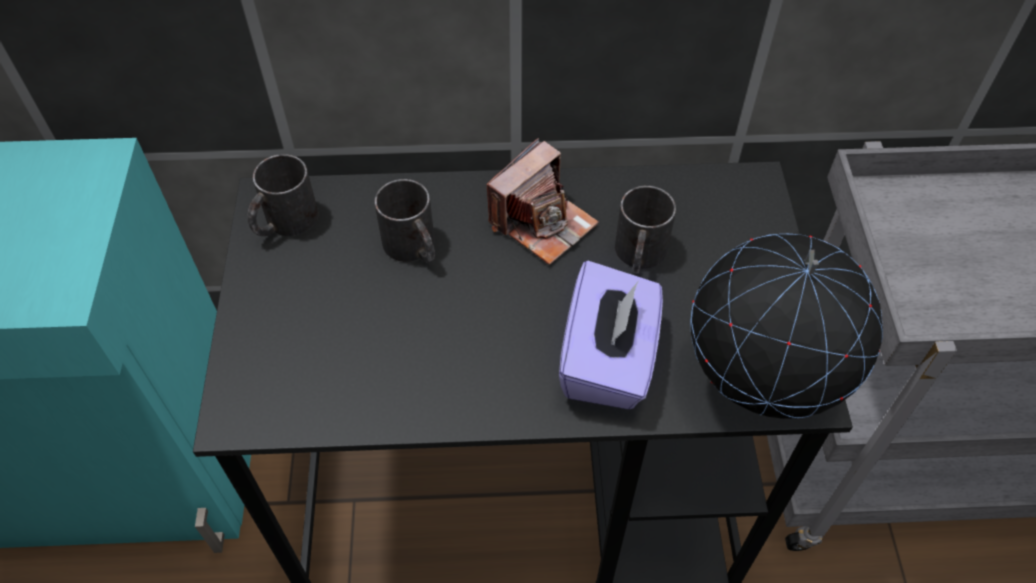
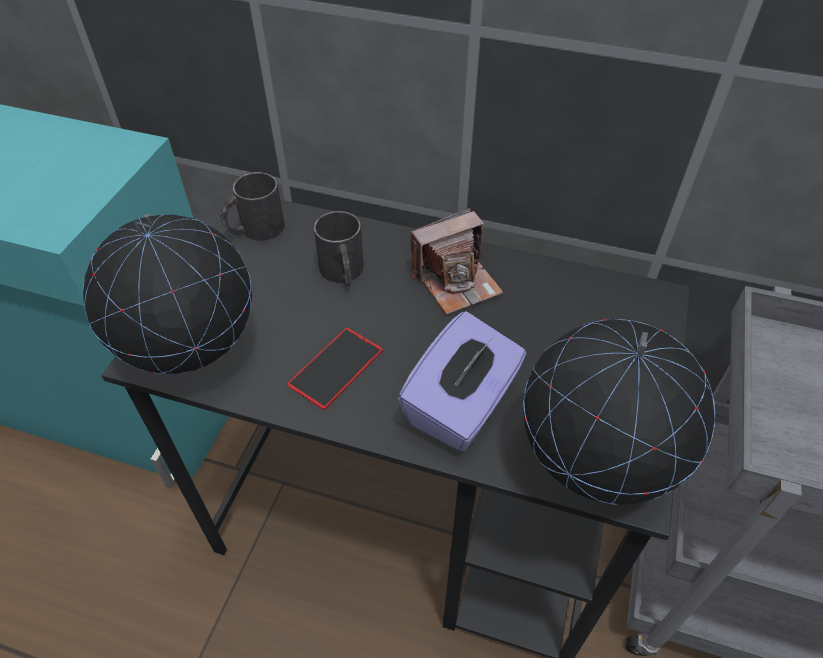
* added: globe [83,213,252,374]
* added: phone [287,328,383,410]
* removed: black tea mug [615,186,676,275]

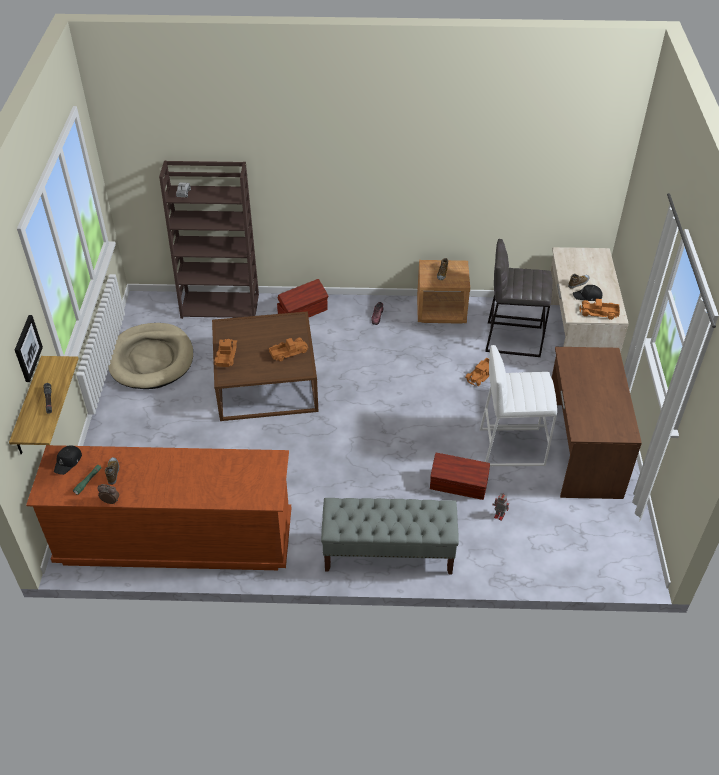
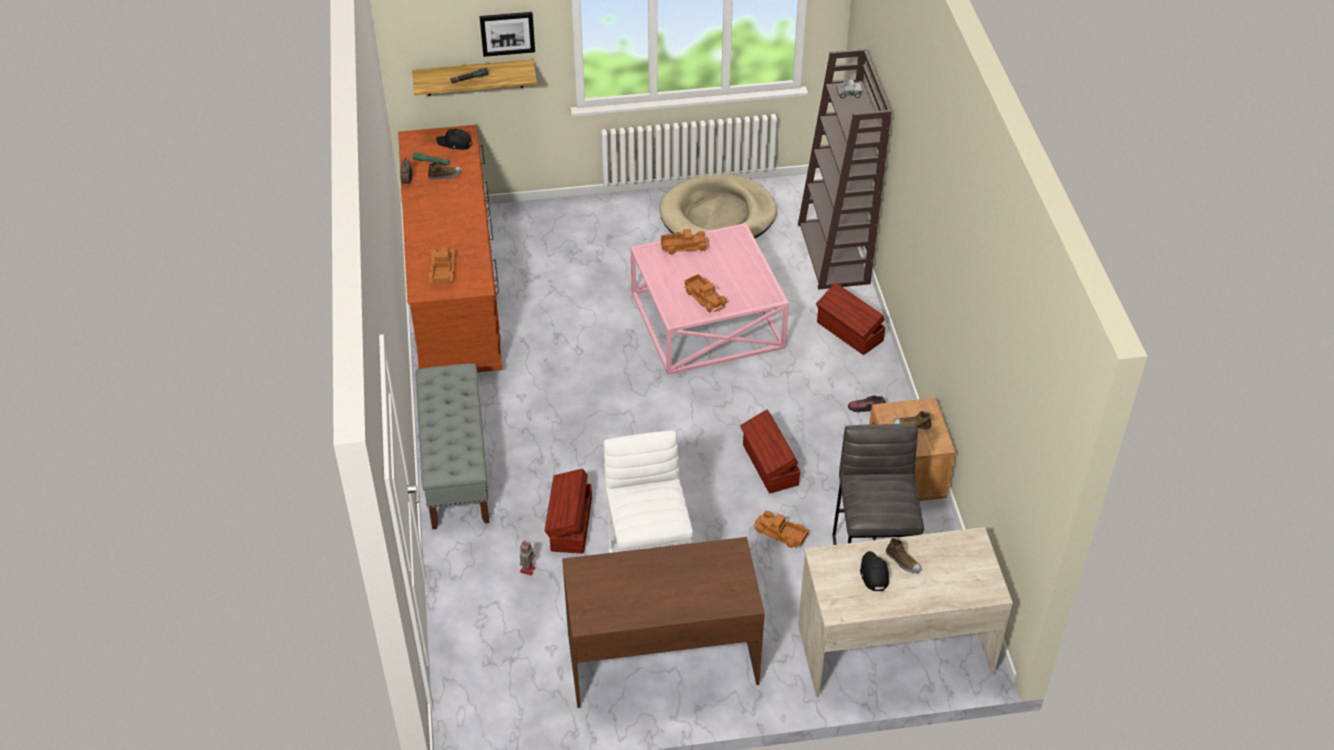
* moved: toy lorry [579,299,620,320] to [429,247,455,284]
* recoloured: brown low table [212,311,319,421] to pink low table [630,223,789,375]
* added: brown storage bin [740,410,800,494]

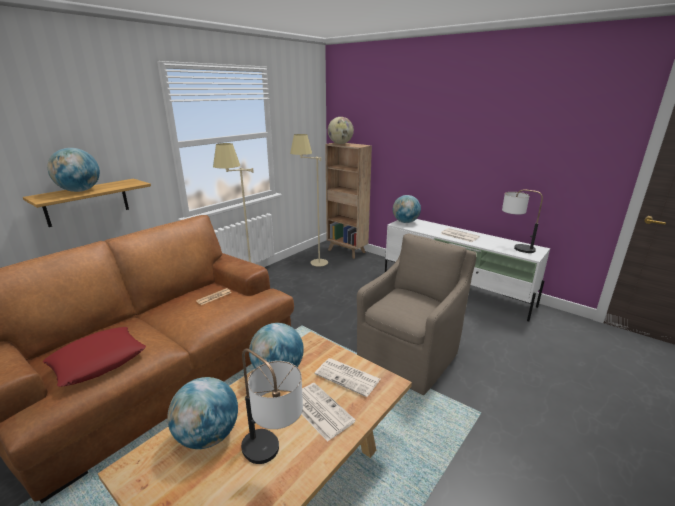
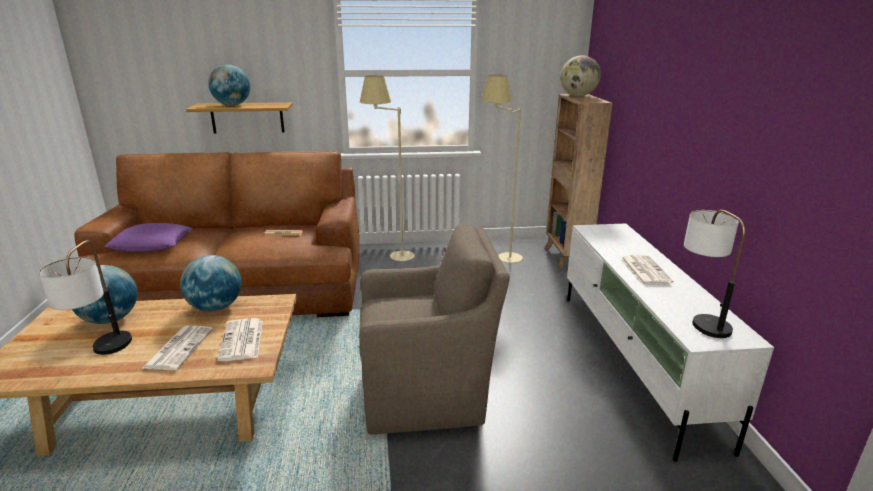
* recoloured: reddish throw pillow [43,327,146,387] to purple-coloured throw pillow [105,223,192,252]
* removed: globe [393,195,421,223]

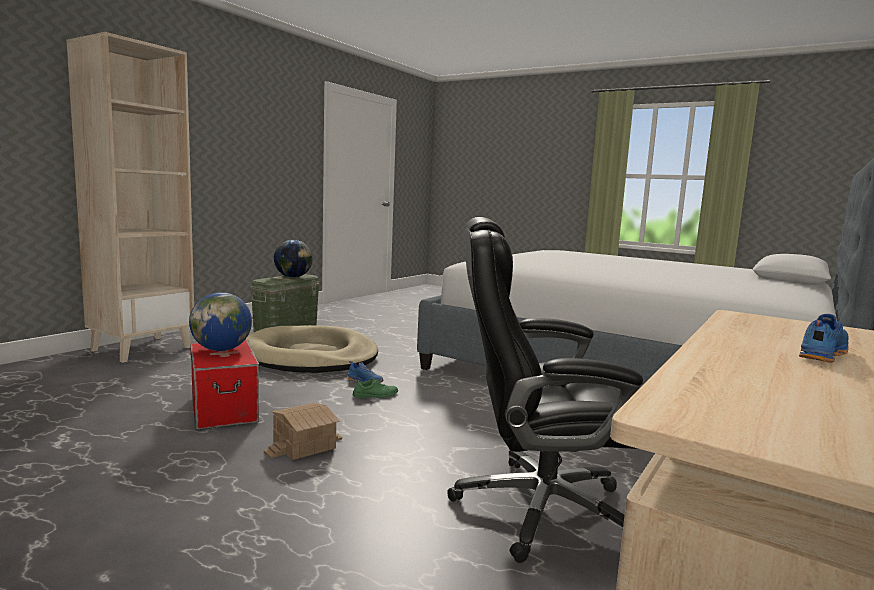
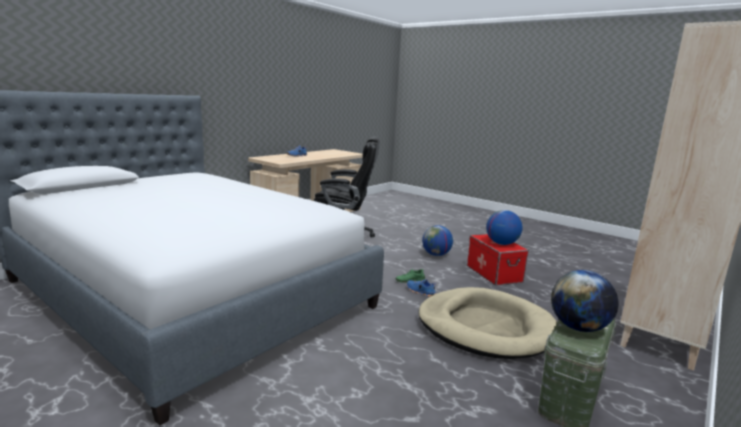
* replaced: toy house [264,403,342,460] to globe [422,225,453,256]

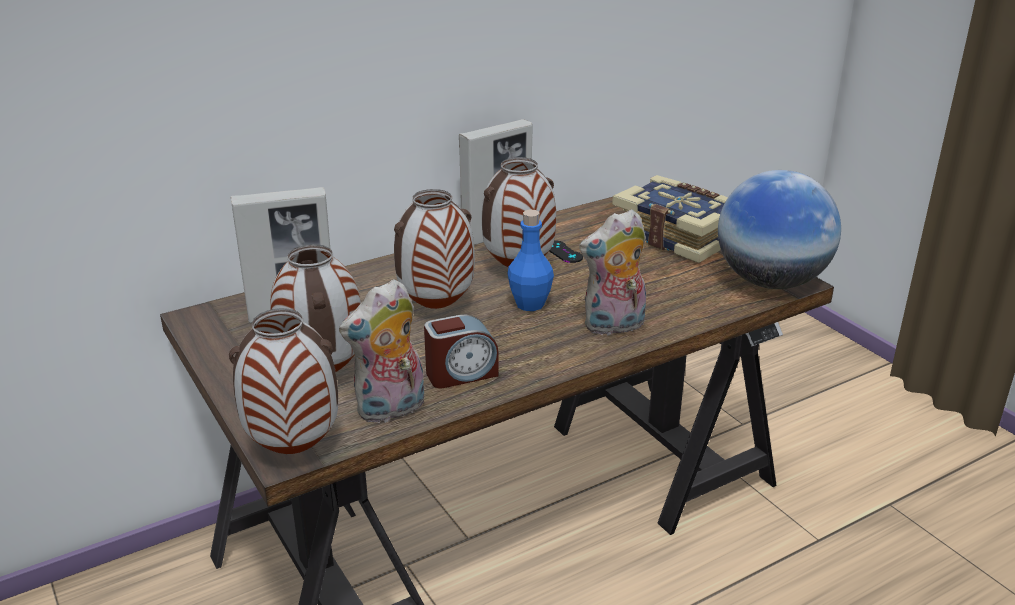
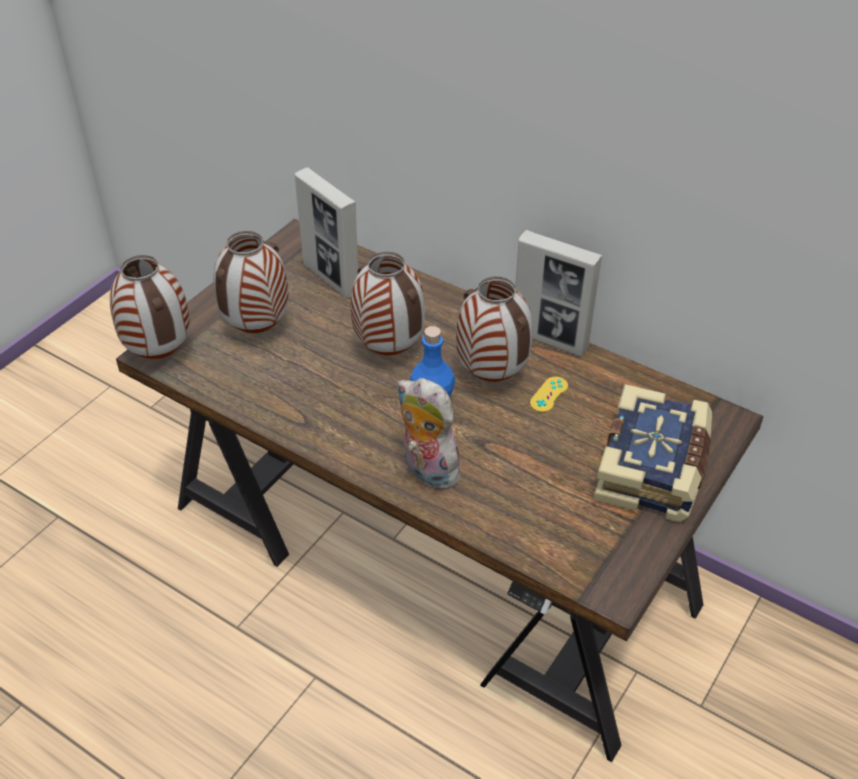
* recoloured: black joypad [549,240,583,263] to yellow-coloured joypad [530,377,568,412]
* removed: cuddly toy [339,279,424,424]
* removed: alarm clock [424,314,499,388]
* removed: globe [718,170,841,289]

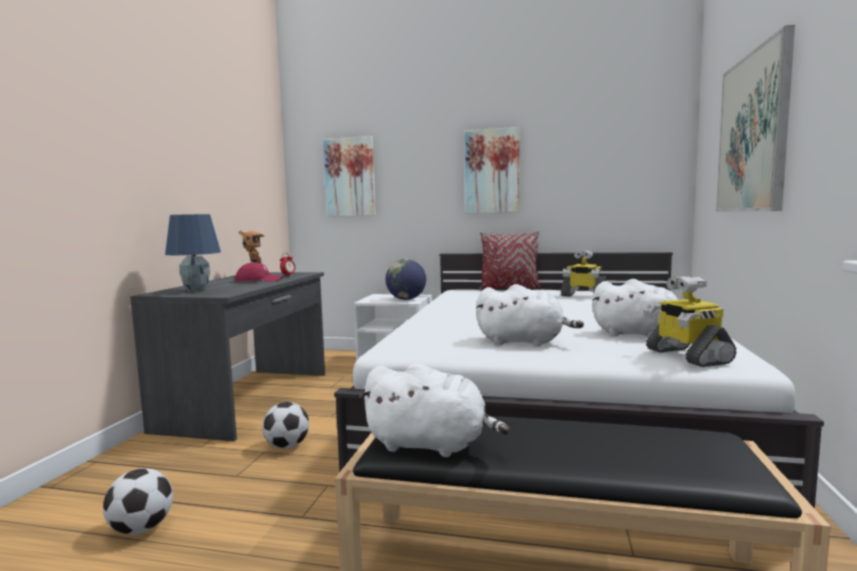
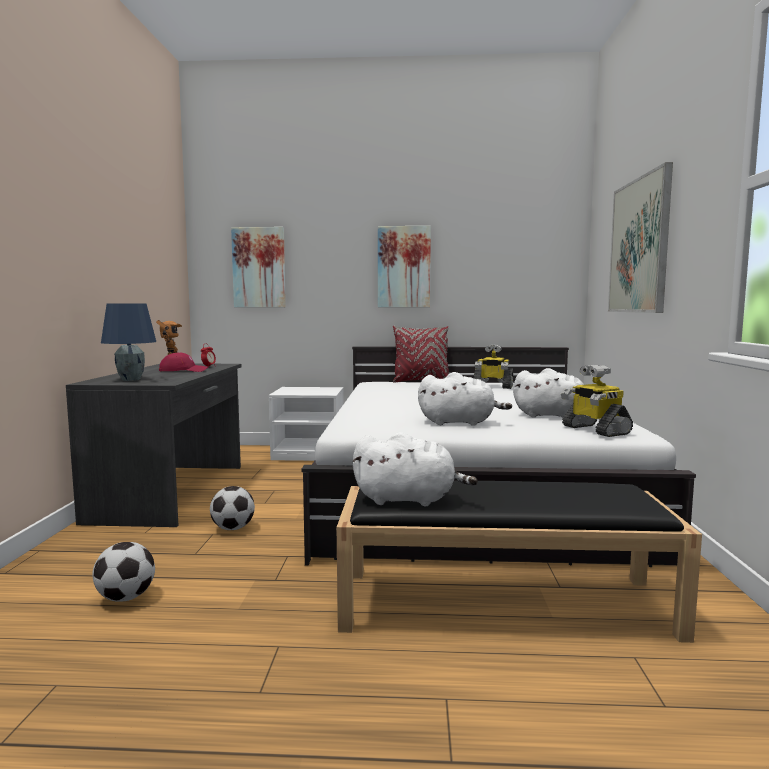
* removed: globe [385,259,426,300]

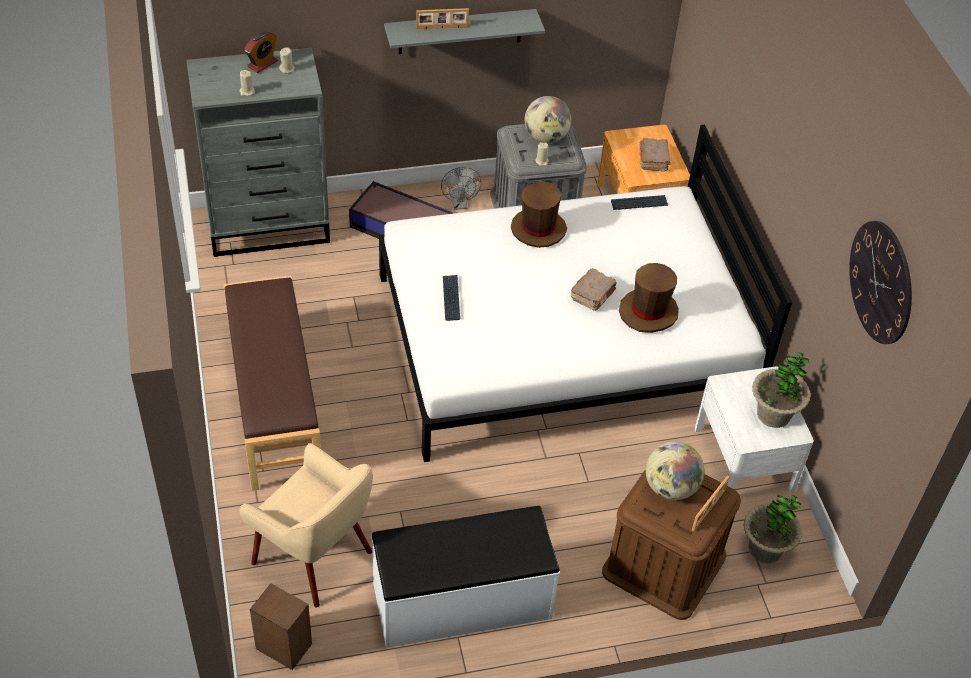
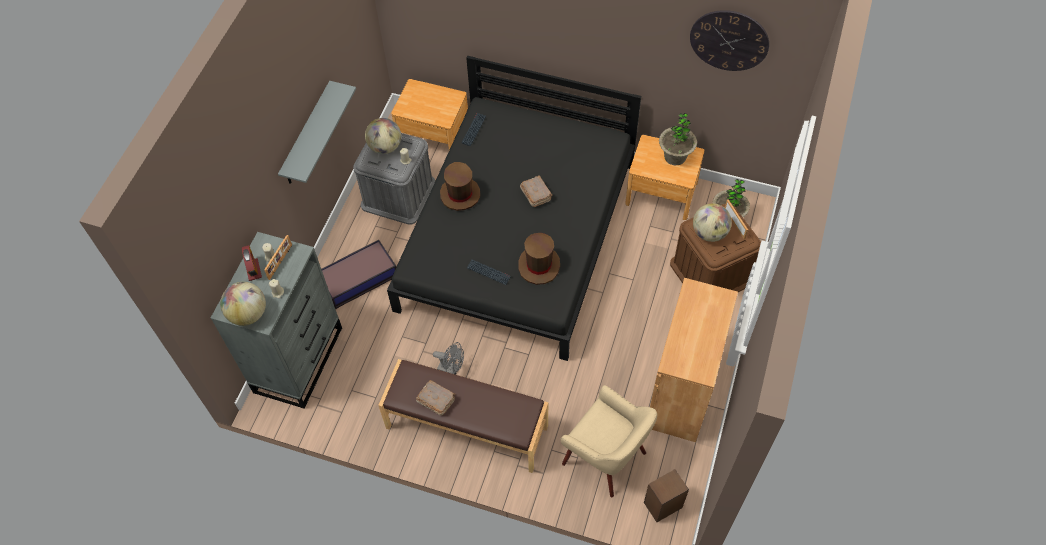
* added: globe [220,282,266,326]
* moved: photo frame [416,8,469,29] to [264,235,292,280]
* recoloured: whitish bedroom bed [379,125,792,462] to black bedroom bed [387,56,641,361]
* moved: brown volume [639,138,671,171] to [416,380,456,416]
* moved: grey fan [441,167,481,210] to [433,342,464,375]
* moved: brown wearable hat [619,263,679,333] to [518,233,560,285]
* turned: sand-coloured armchair [239,443,373,608] = [560,385,657,497] 60 degrees clockwise
* recoloured: whitish bedside table [695,366,814,493] to brown bedside table [625,135,705,220]
* replaced: whitish long seat [371,506,560,648] to brown storage cabinet [650,278,738,442]

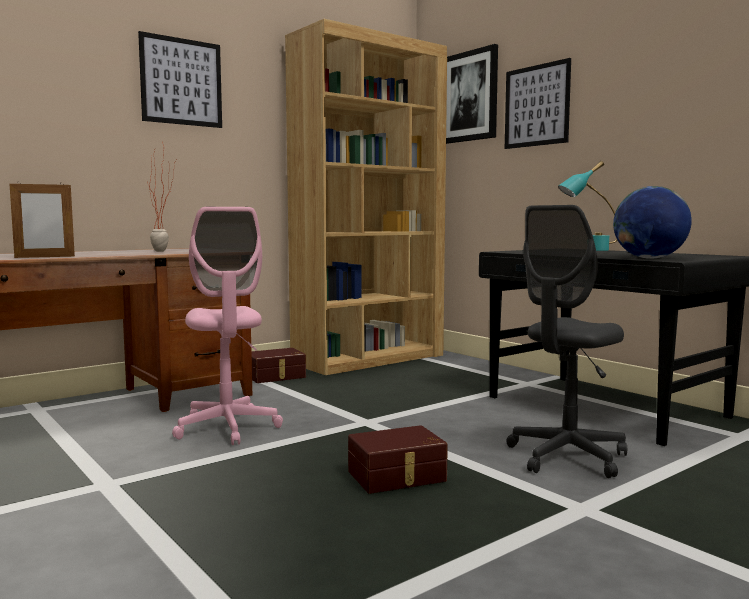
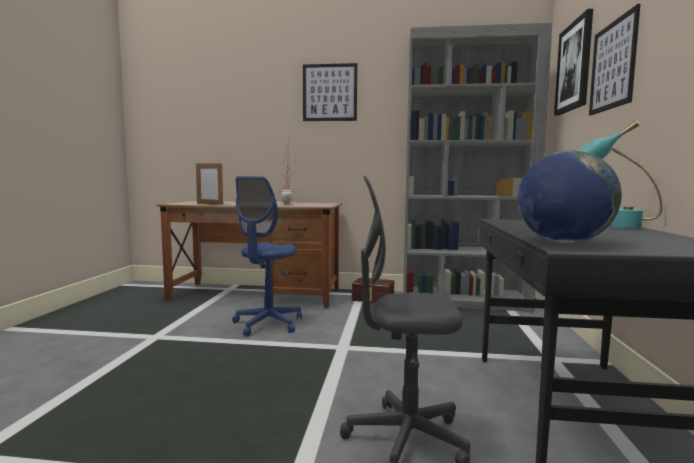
* recoloured: pink desk chair [172,207,283,445] to blue-coloured desk chair [232,176,302,336]
* recoloured: brown shelving unit [285,19,447,375] to grey shelving unit [403,23,552,312]
* removed: brown storage bin [348,425,448,494]

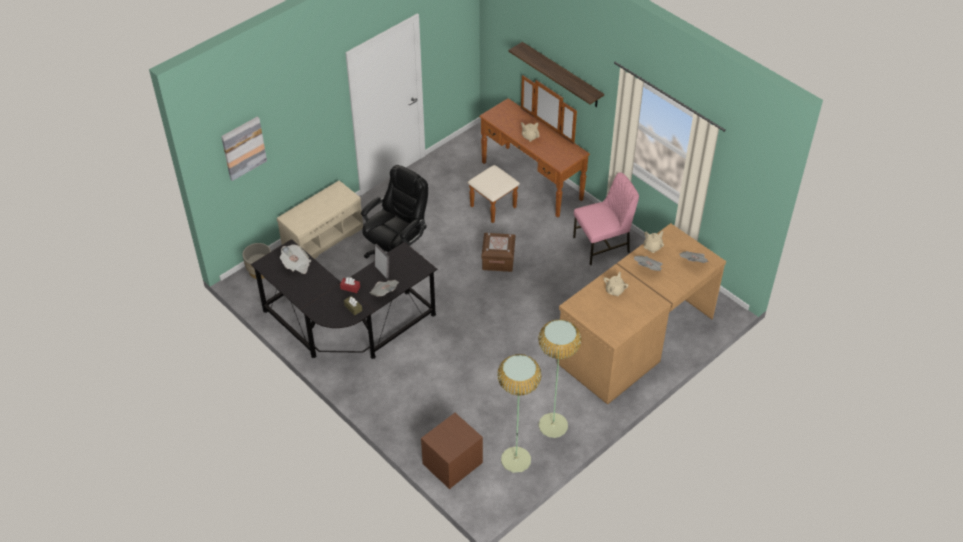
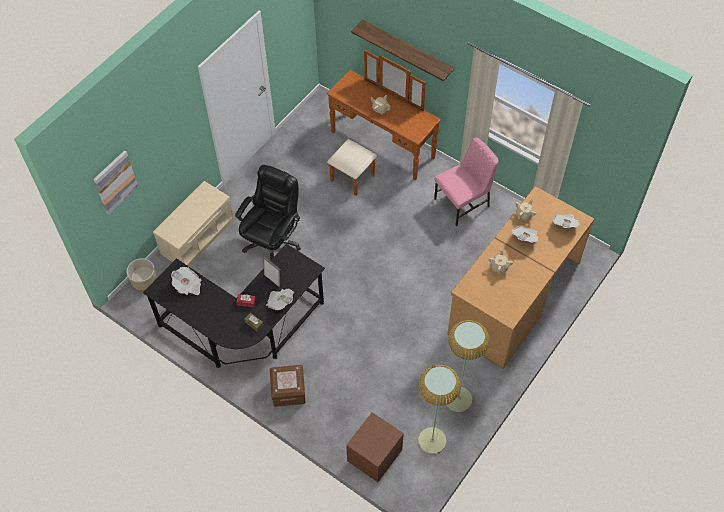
* moved: brown storage bin [482,233,515,272] to [270,365,306,407]

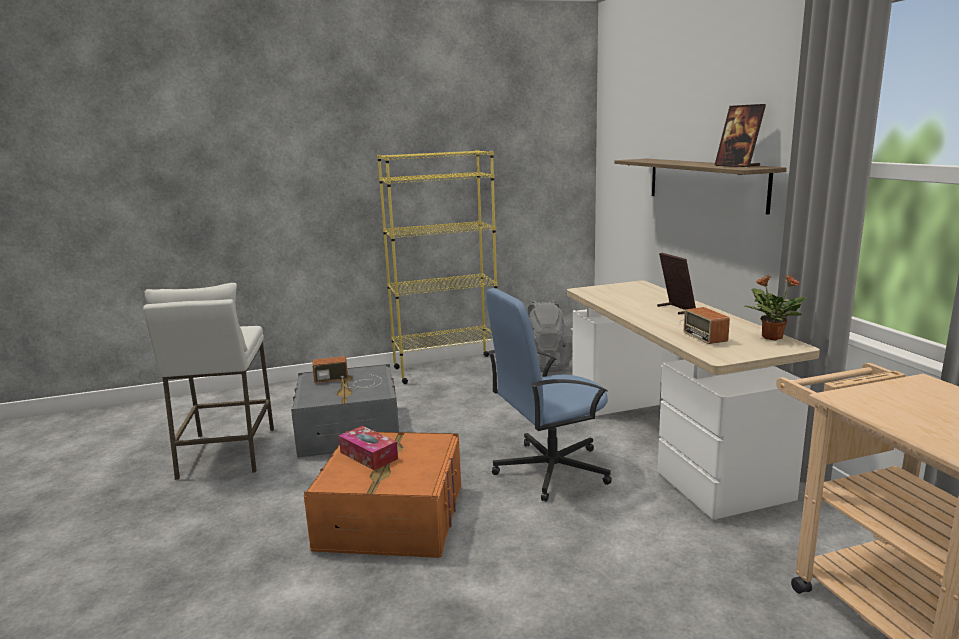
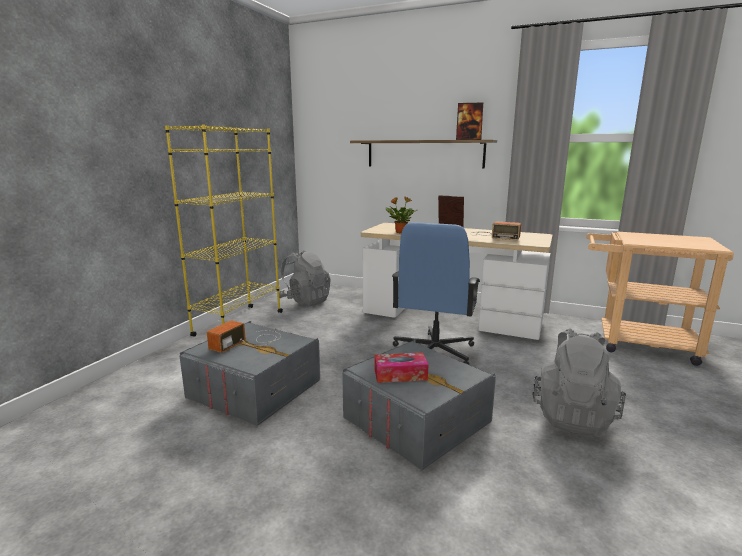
* recoloured: orange storage bin [304,431,461,558] to grey storage bin [342,340,496,470]
* moved: potted plant [745,275,807,340] to [385,196,417,233]
* added: grey rucksack [532,328,626,435]
* removed: whitish sitting stool [143,283,274,480]

